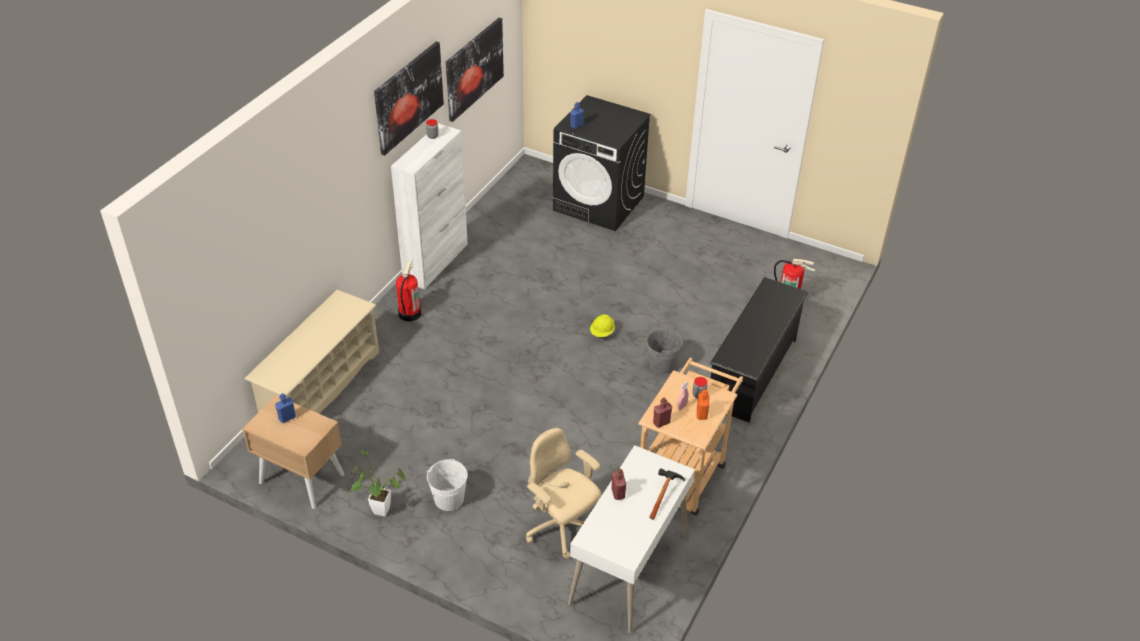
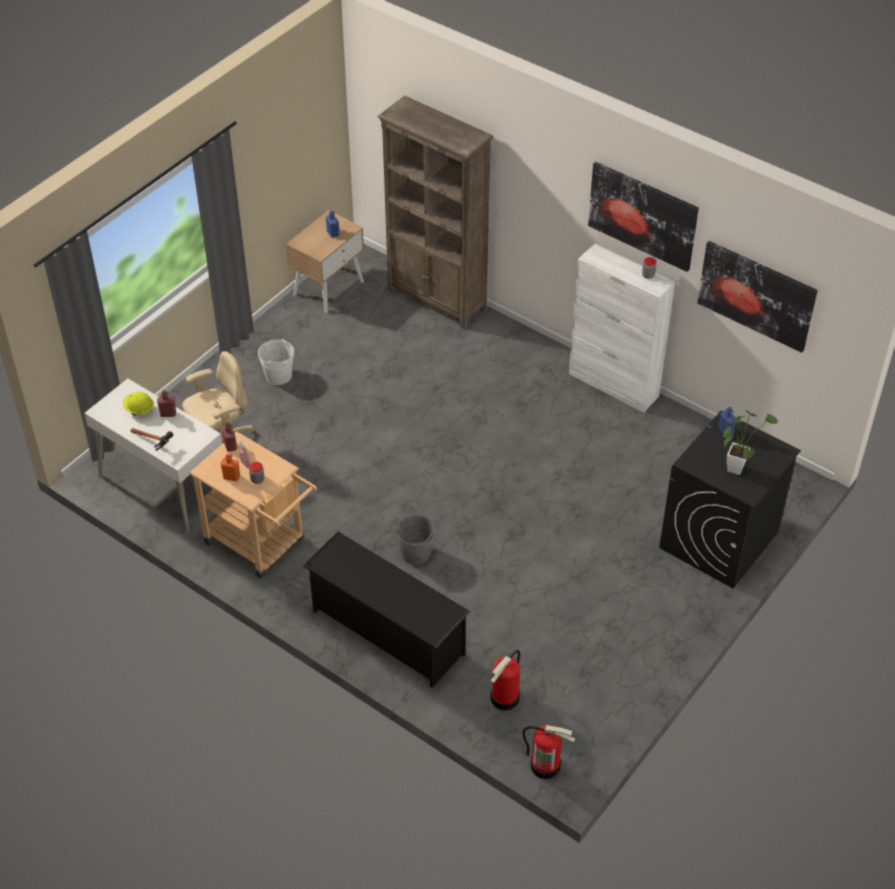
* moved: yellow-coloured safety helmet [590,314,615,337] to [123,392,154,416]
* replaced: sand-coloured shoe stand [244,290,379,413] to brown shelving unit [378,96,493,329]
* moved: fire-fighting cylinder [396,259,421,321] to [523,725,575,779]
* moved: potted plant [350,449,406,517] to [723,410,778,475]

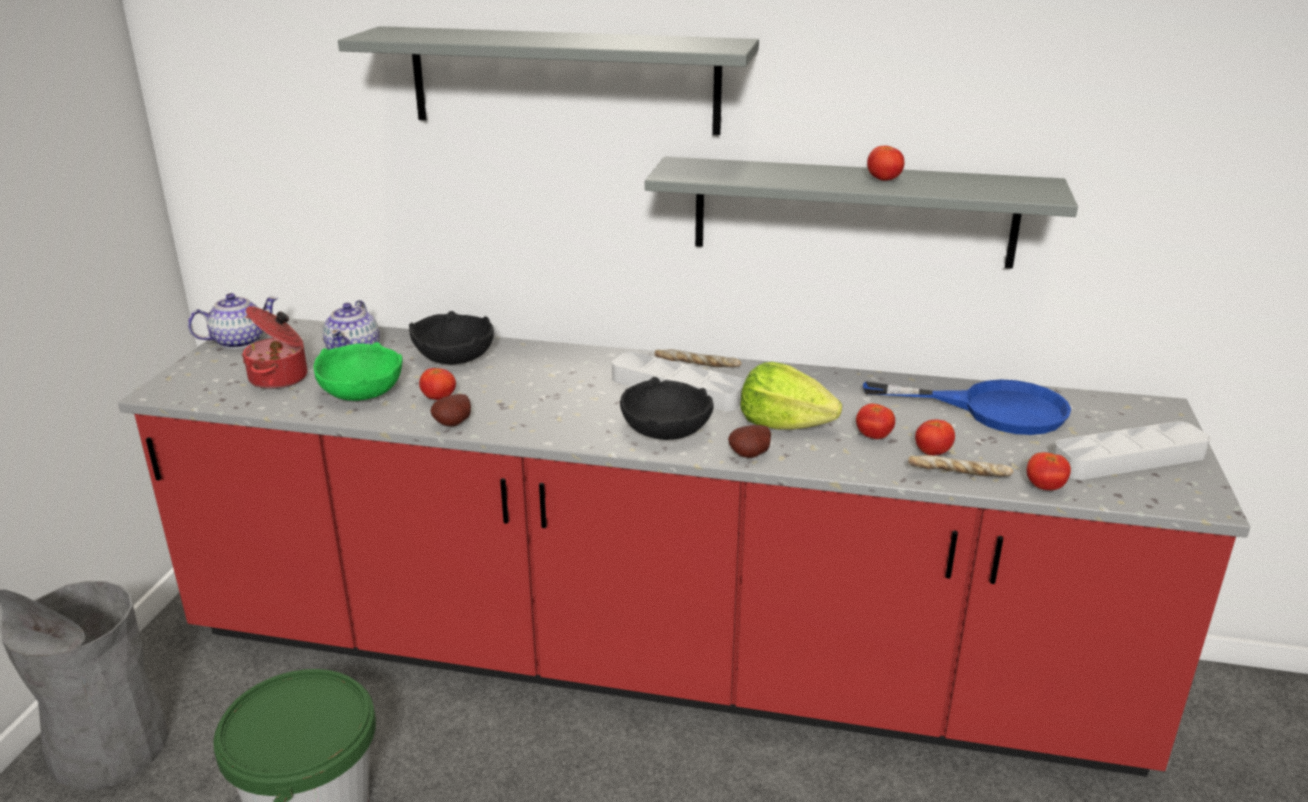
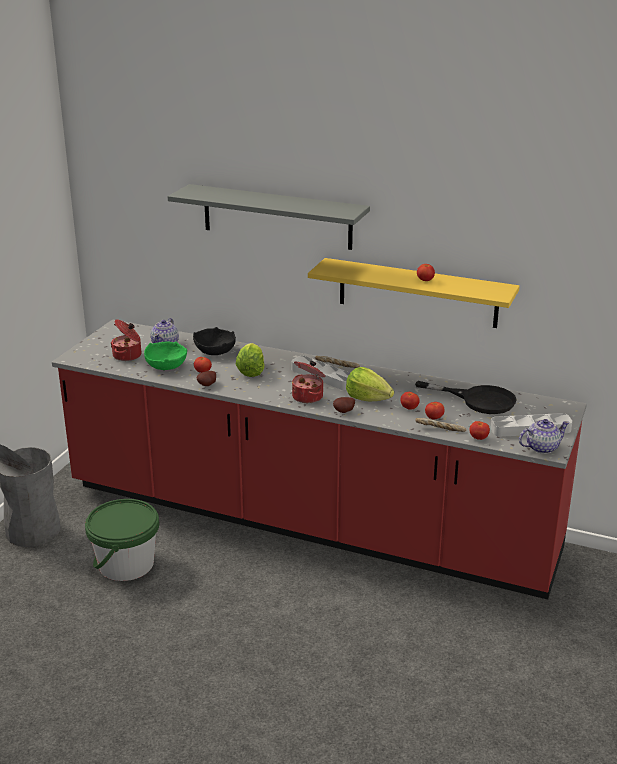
* added: head of lettuce [235,343,265,377]
* replaced: black serving bowl [620,377,713,440] to cooking pot [292,361,325,403]
* recoloured: grey shelf [645,157,1078,269] to yellow-coloured shelf [308,258,520,328]
* recoloured: blue-coloured pan [863,379,1071,435] to black pan [415,381,517,414]
* moved: tea pot [188,293,278,349] to [519,419,570,454]

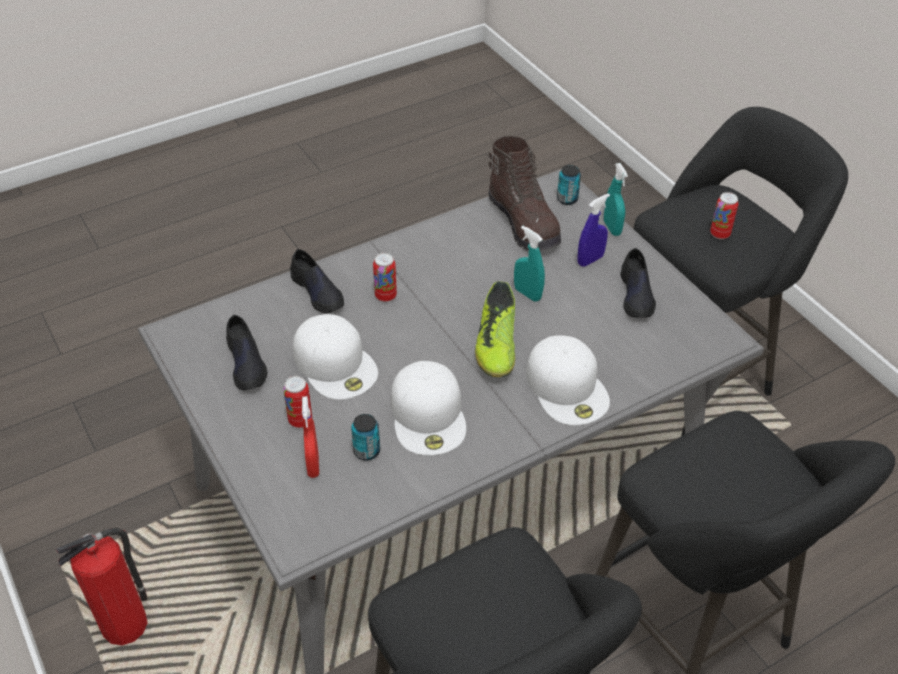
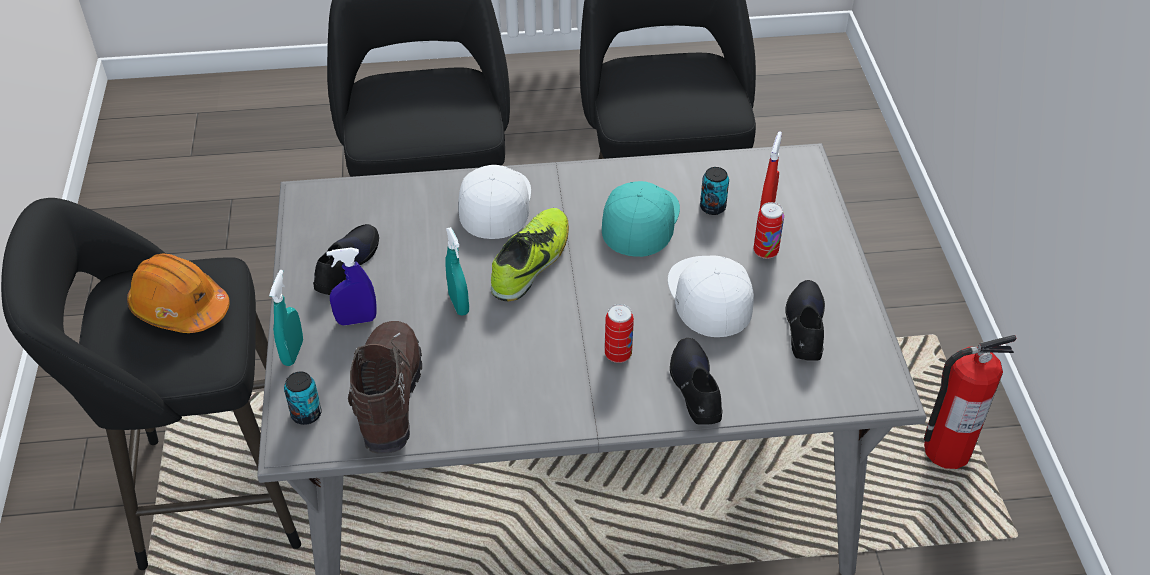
* replaced: can [710,192,739,239] to orange safety helmet [127,254,230,333]
* recoloured: whitish baseball cap [391,361,466,456] to blue-green baseball cap [602,181,680,257]

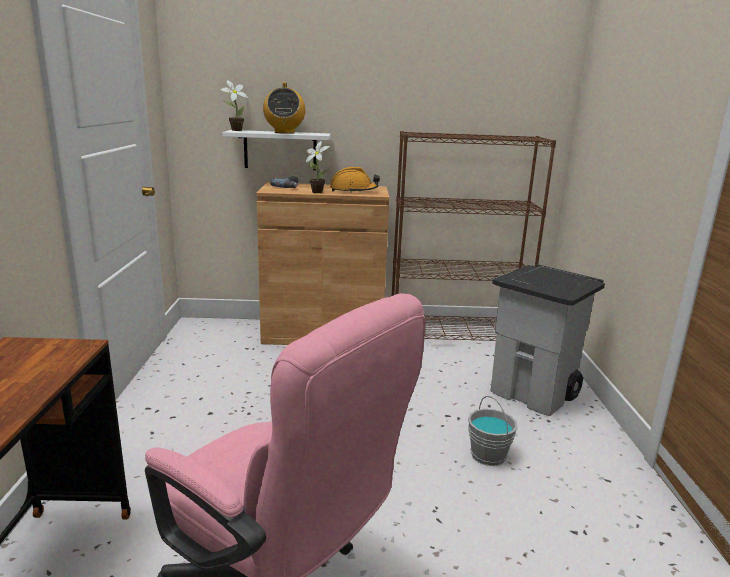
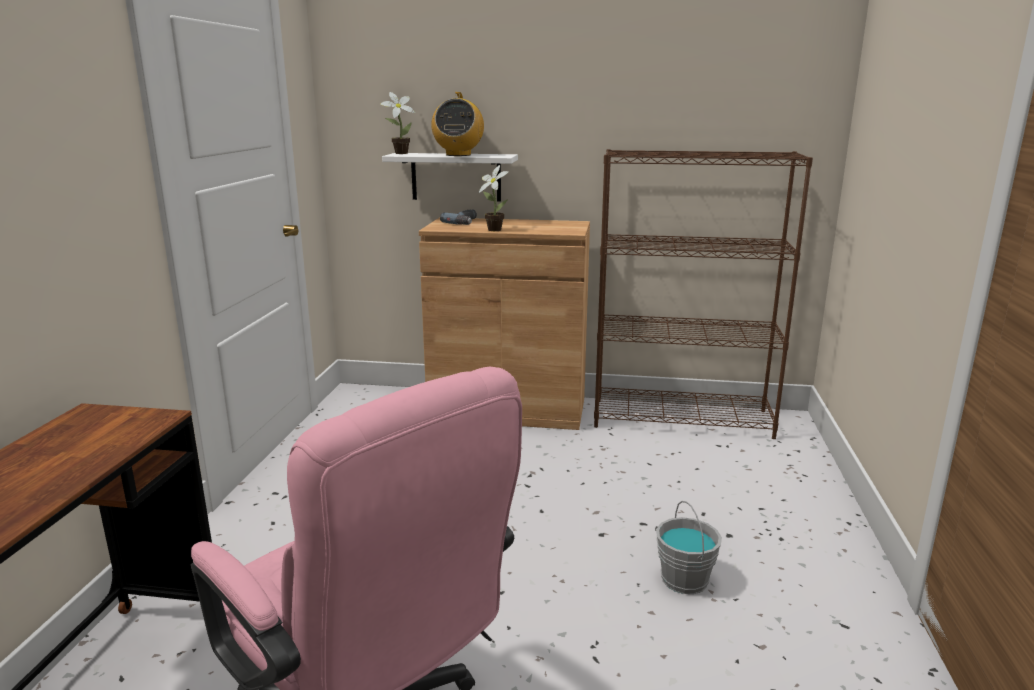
* removed: orange safety helmet [330,167,380,193]
* removed: grey trash can [491,264,605,416]

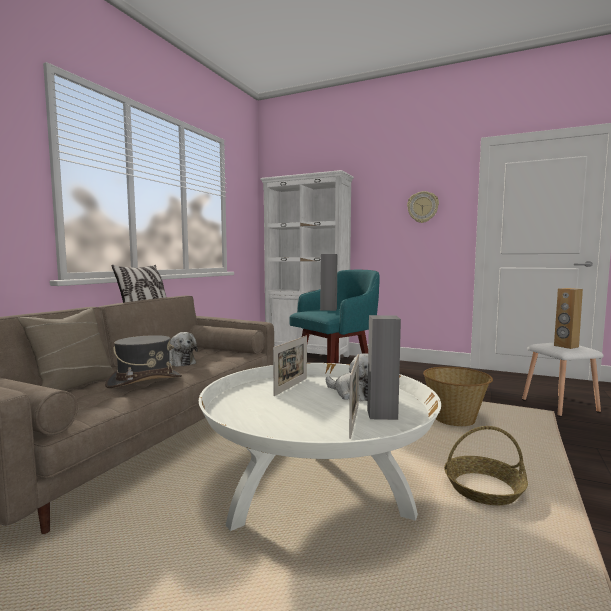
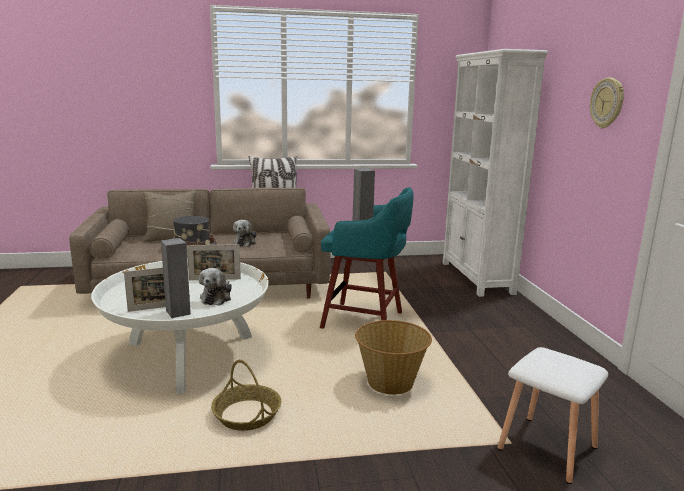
* removed: brown audio speaker [554,288,583,349]

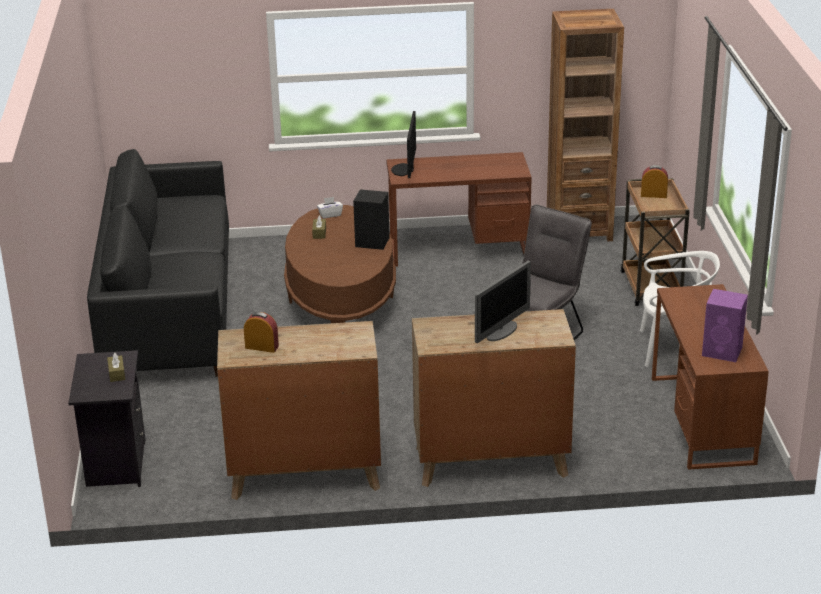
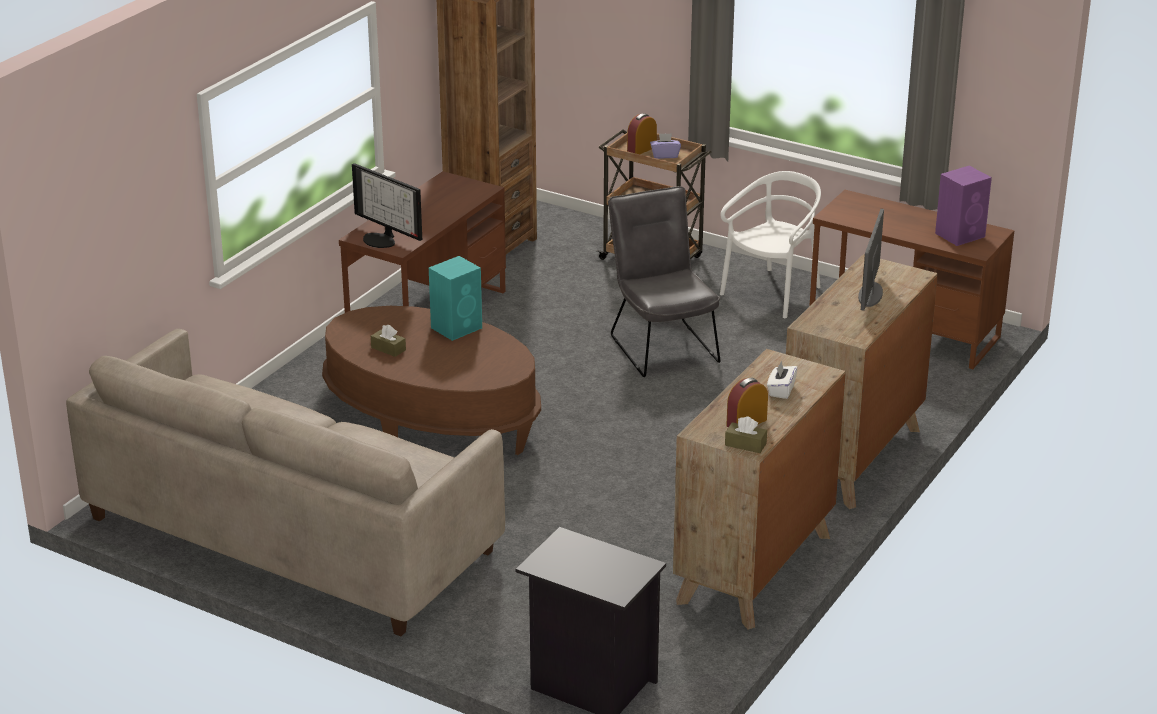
* recoloured: black sofa [87,149,229,377] to sand-coloured sofa [66,328,505,636]
* recoloured: black audio speaker [353,189,390,250] to blue-green audio speaker [429,256,482,341]
* added: purple-coloured box of tissues [650,133,681,159]
* moved: brown box of tissues [107,353,125,382] to [725,416,767,453]
* moved: whitish box of tissues [317,197,343,219] to [767,361,798,399]
* turned: computer display [475,261,531,343] = [858,209,884,311] 150 degrees counterclockwise

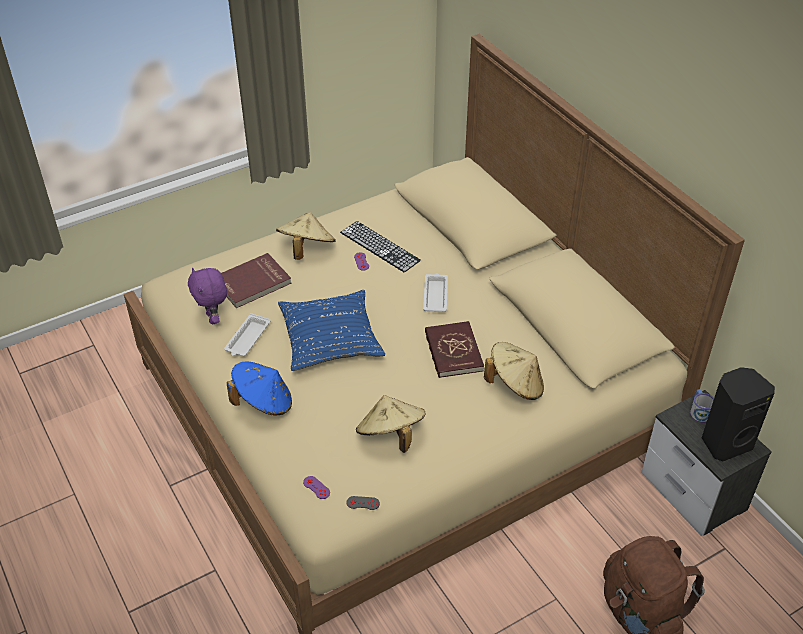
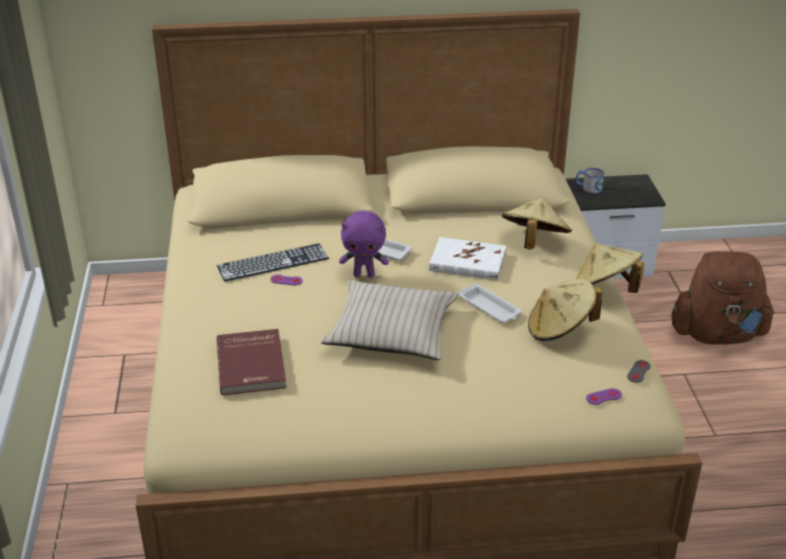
* recoloured: blue-coloured throw pillow [278,290,385,371] to sand-coloured throw pillow [320,280,458,360]
* moved: purple-coloured cuddly toy [188,268,227,324] to [339,211,389,277]
* recoloured: reddish volume [425,321,484,378] to whitish volume [429,237,507,280]
* moved: whitish serving tray [224,313,271,356] to [458,283,522,323]
* moved: sand-coloured wearable hat [276,212,336,260] to [576,244,644,293]
* removed: blue-coloured wearable hat [227,361,292,415]
* removed: black audio speaker [702,367,775,461]

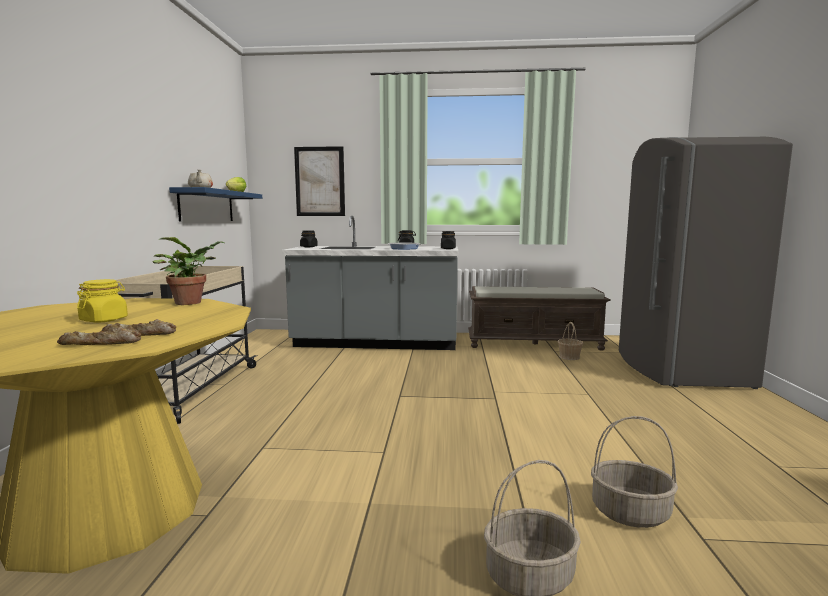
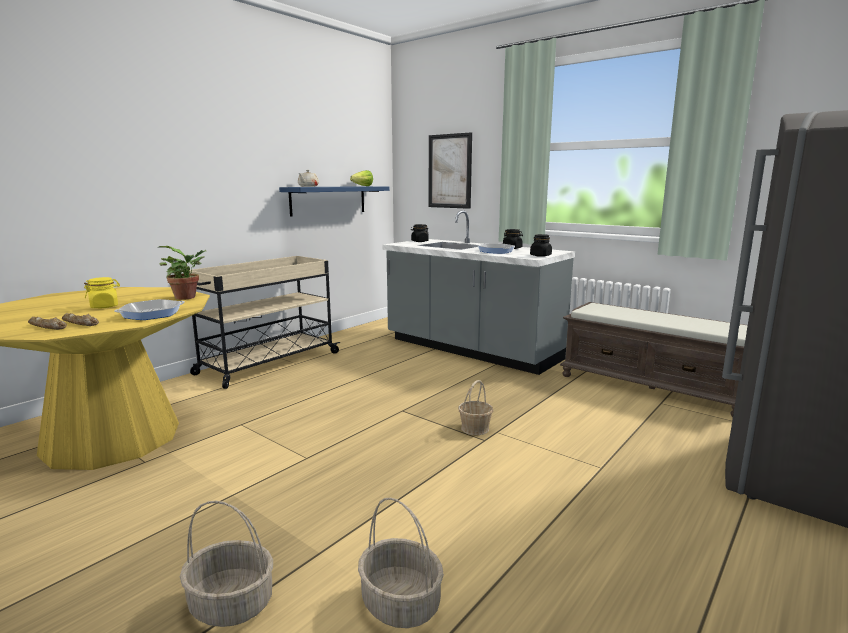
* added: pan [114,299,185,320]
* moved: household basket [558,322,583,360] to [458,380,493,435]

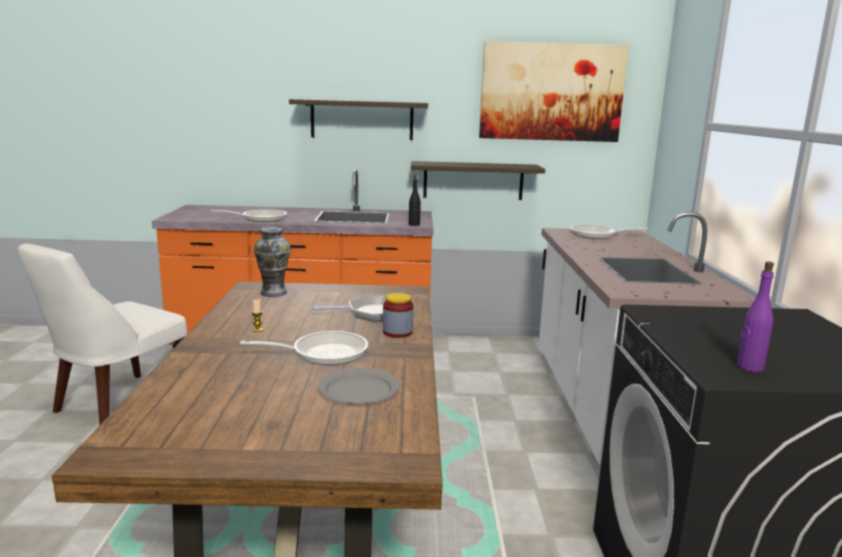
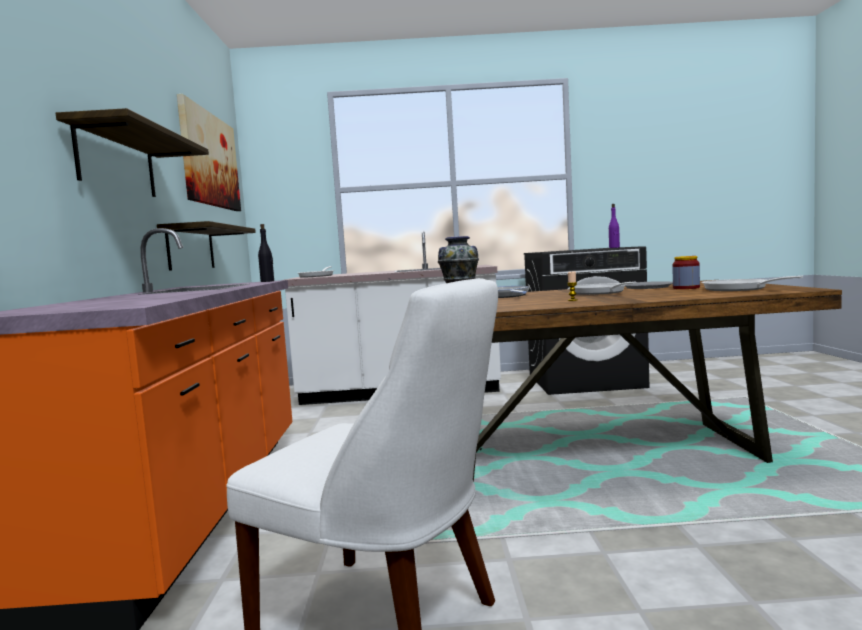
* moved: jar [383,293,413,338] to [672,256,700,289]
* moved: pan [211,209,287,222] to [701,276,803,291]

